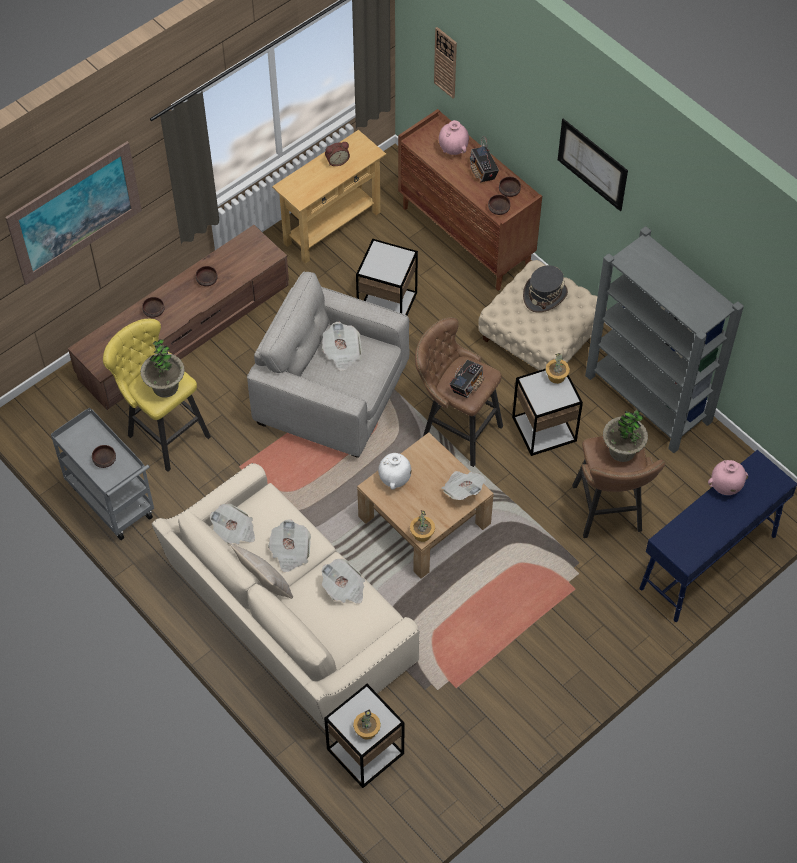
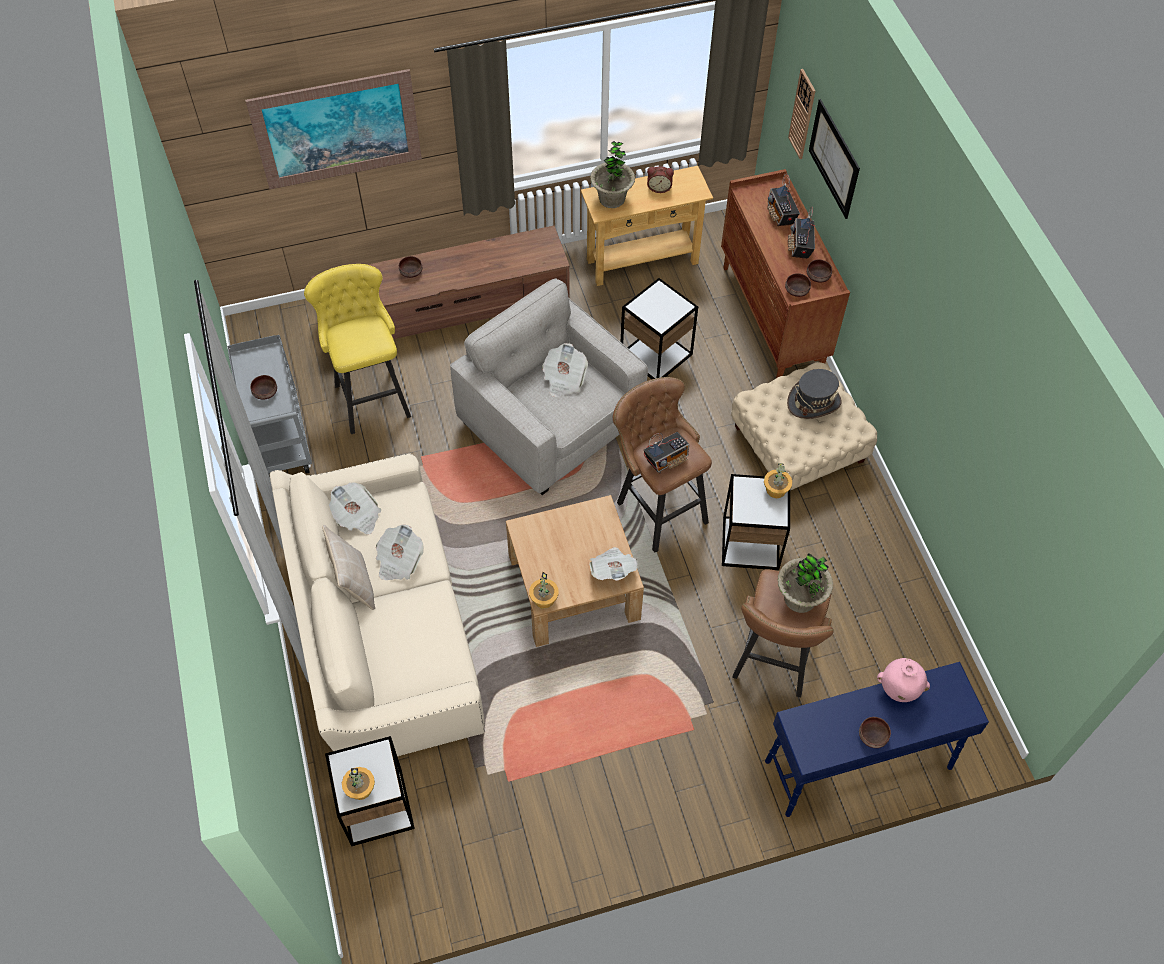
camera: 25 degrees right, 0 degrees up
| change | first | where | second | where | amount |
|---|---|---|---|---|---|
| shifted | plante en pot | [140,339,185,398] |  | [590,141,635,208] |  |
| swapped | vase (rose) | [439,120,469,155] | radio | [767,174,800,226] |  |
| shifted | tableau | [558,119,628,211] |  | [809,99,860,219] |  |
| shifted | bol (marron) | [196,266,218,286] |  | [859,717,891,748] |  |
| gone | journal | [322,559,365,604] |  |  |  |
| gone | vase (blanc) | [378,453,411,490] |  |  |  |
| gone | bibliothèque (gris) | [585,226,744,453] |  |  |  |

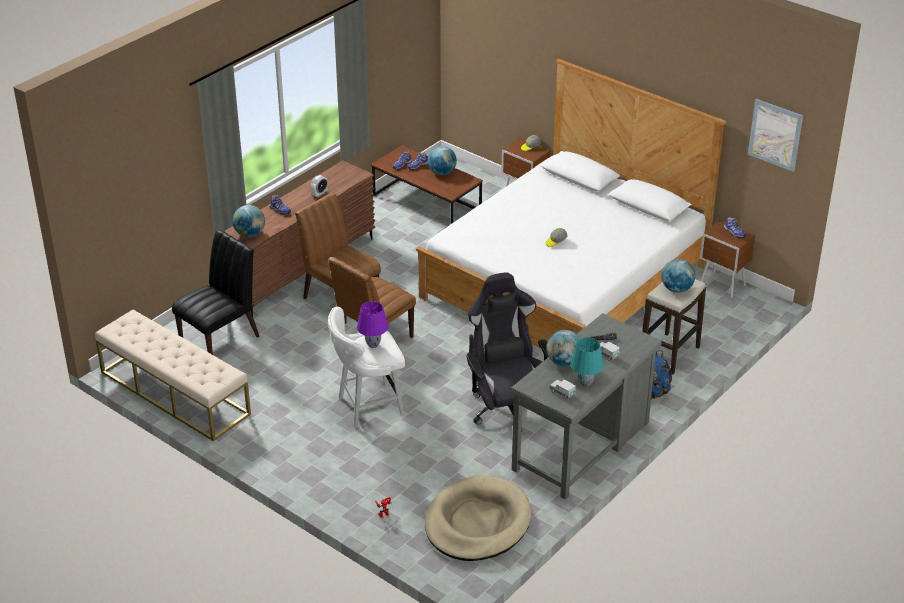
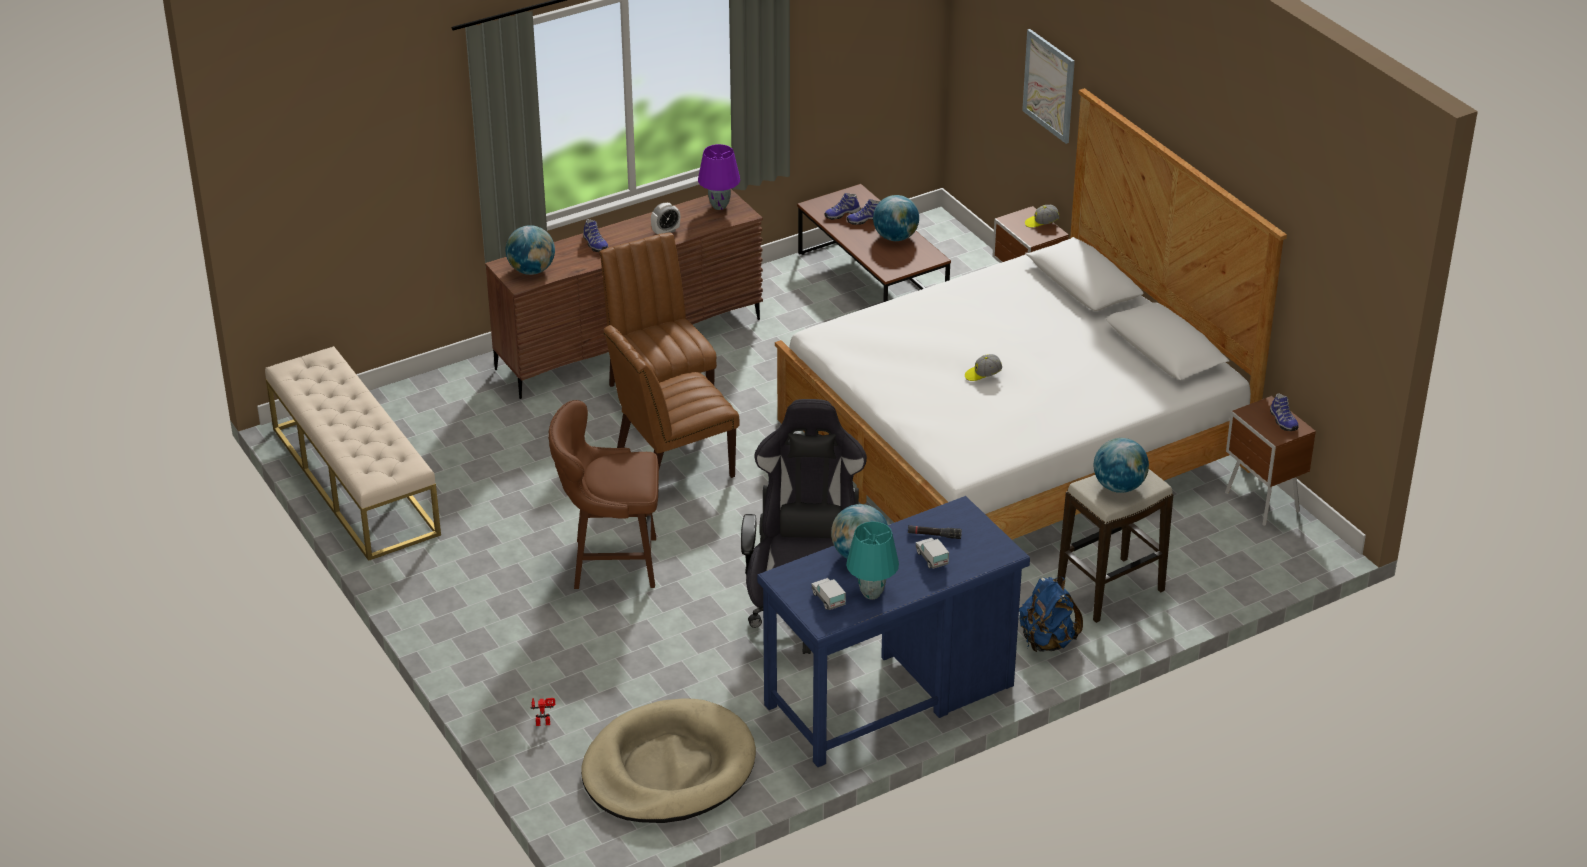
camera: 20 degrees right, 0 degrees up
| change | first | where | second | where | amount |
|---|---|---|---|---|---|
| repainted | tabouret (blanc) | [328,307,405,428] | tabouret (marron) | [548,400,659,589] |  |
| shifted | lampe de table (violet) | [357,301,388,348] |  | [698,144,740,210] |  |
| repainted | bureau (gris) | [510,313,662,499] | bureau (bleu) | [757,496,1030,767] |  |
| shifted | tableau | [748,99,803,172] |  | [1022,29,1075,144] |  |
| gone | chaise (noir) | [172,230,260,355] |  |  |  |

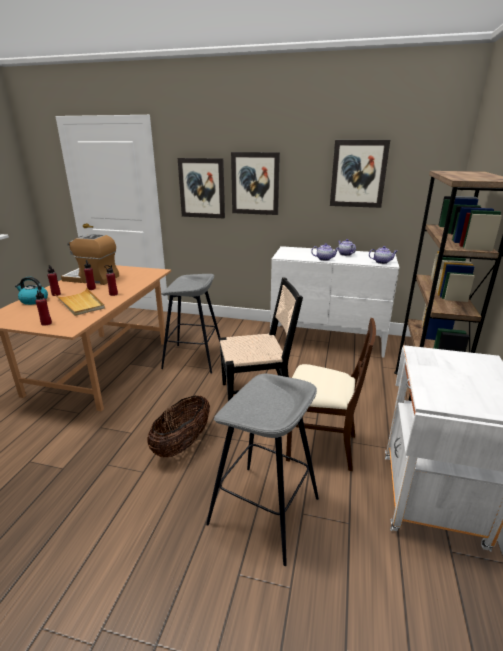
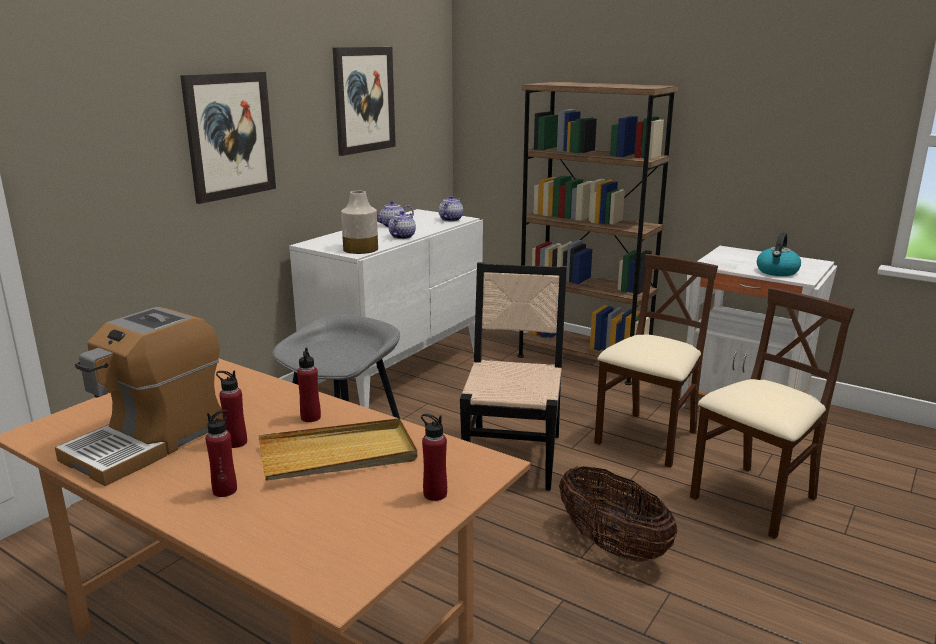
camera: 70 degrees left, 5 degrees down
| change | first | where | second | where | amount |
|---|---|---|---|---|---|
| new |  |  | vase (beige) | [341,191,378,254] |  |
| swapped | tabouret (gris) | [206,374,319,566] | chaise (beige) | [690,287,855,539] |  |
| shifted | bouilloire | [15,277,48,305] |  | [757,232,801,276] |  |
| gone | tableau | [178,158,225,218] |  |  |  |

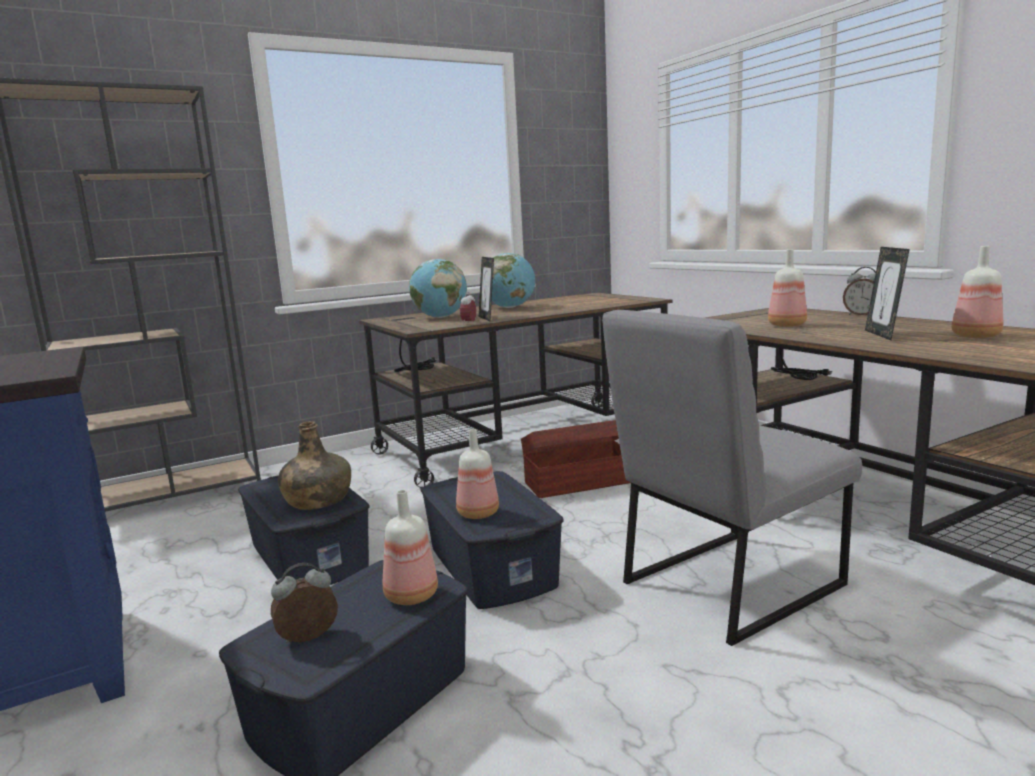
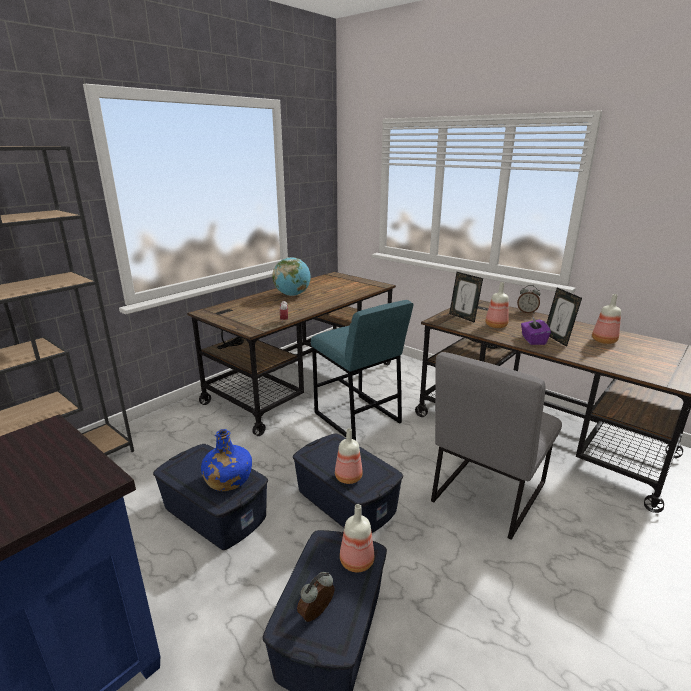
camera: 20 degrees left, 10 degrees up
| change | first | where | second | where | amount |
|---|---|---|---|---|---|
| repainted | bouteille (vert) | [278,421,351,510] | bouteille (bleu) | [201,429,252,491] |  |
| swapped | boîte de rangement (marron) | [521,420,631,498] | tabouret (bleu) | [311,300,413,440] |  |
| shifted | cadre photo | [479,257,494,321] |  | [449,272,483,323] |  |
| new |  |  | boîte à mouchoirs (violet) | [521,316,551,345] |  |
| gone | globe | [409,259,467,318] |  |  |  |

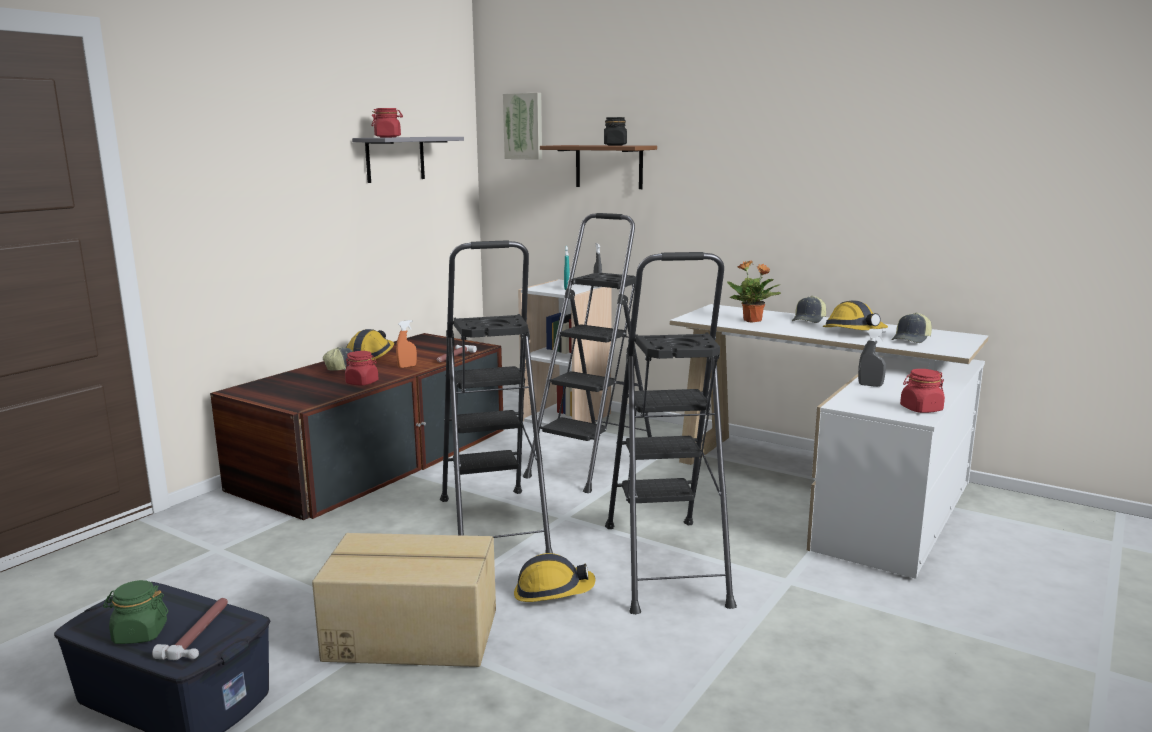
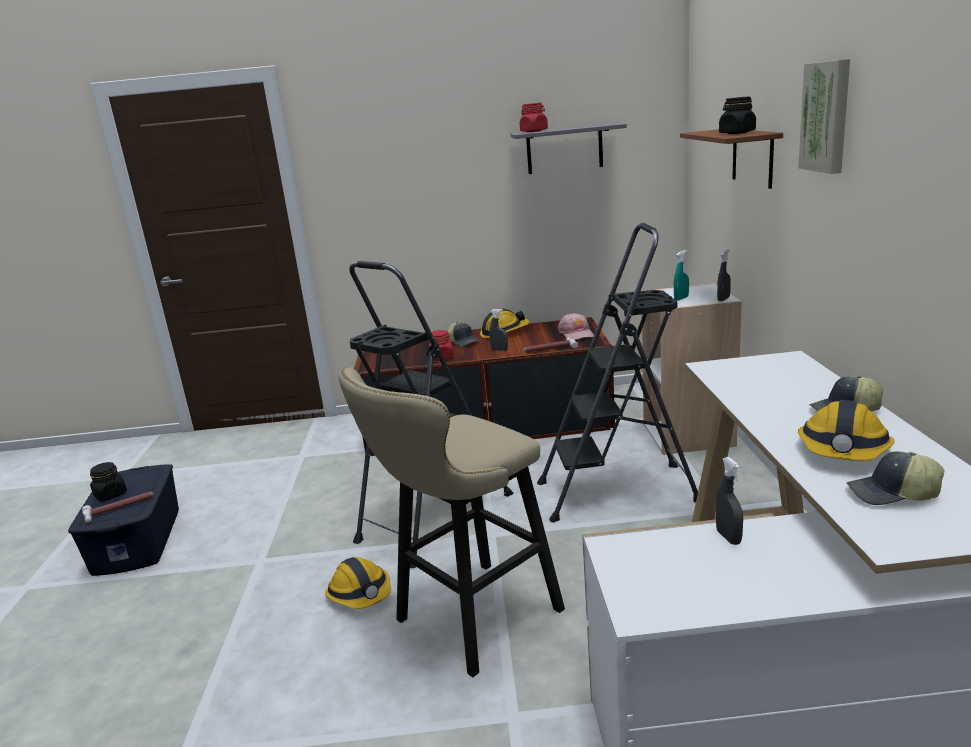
camera: 55 degrees right, 5 degrees up
| change | first | where | second | where | amount |
|---|---|---|---|---|---|
| repainted | bocal (vert) | [103,580,168,644] | bocal (noir) | [90,462,127,502] |  |
| swapped | escabeau | [605,252,737,614] | tabouret (beige) | [339,368,565,678] |  |
| repainted | vaporisateur (orange) | [396,320,417,368] | vaporisateur (gris) | [489,309,508,351] |  |
| new |  |  | casquette (rose) | [558,313,594,340] |  |
| shifted | tableau | [503,93,542,160] |  | [798,59,850,174] |  |
| gone | carton | [312,533,496,667] |  |  |  |
| gone | plante en pot | [727,260,781,323] |  |  |  |
| gone | bocal (rouge) | [900,369,945,413] |  |  |  |

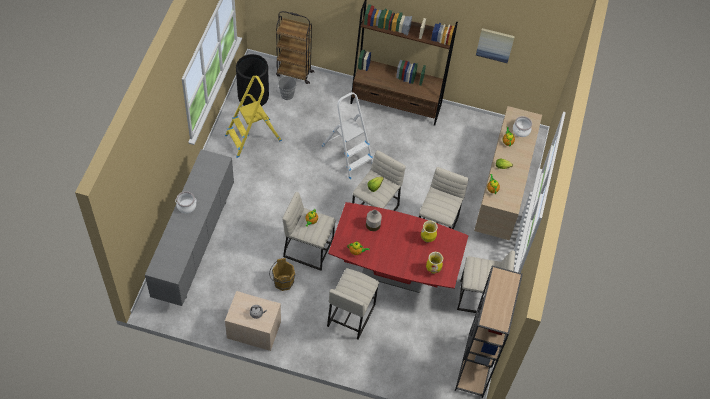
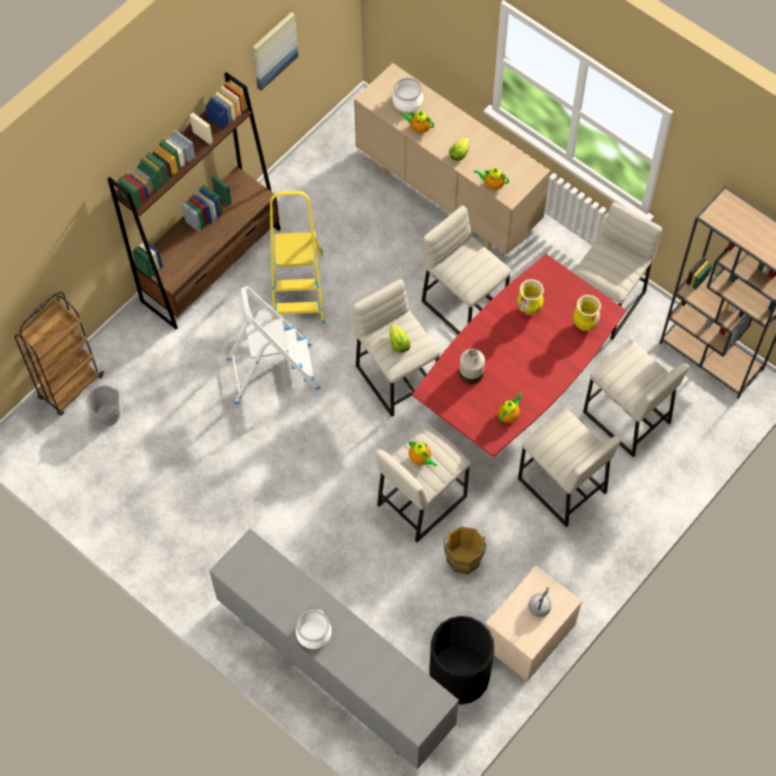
camera: 60 degrees left, 5 degrees up
| change | first | where | second | where | amount |
|---|---|---|---|---|---|
| shifted | escabeau (jaune) | [225,76,282,158] |  | [270,191,325,324] |  |
| shifted | poubelle (noir) | [236,54,269,106] |  | [429,616,494,705] |  |
| new |  |  | tabouret (beige) | [583,340,690,457] |  |

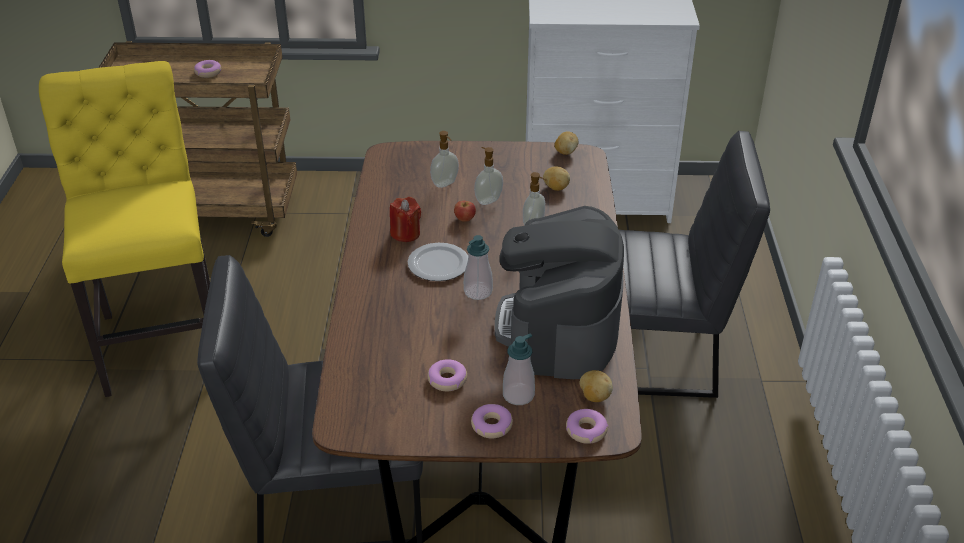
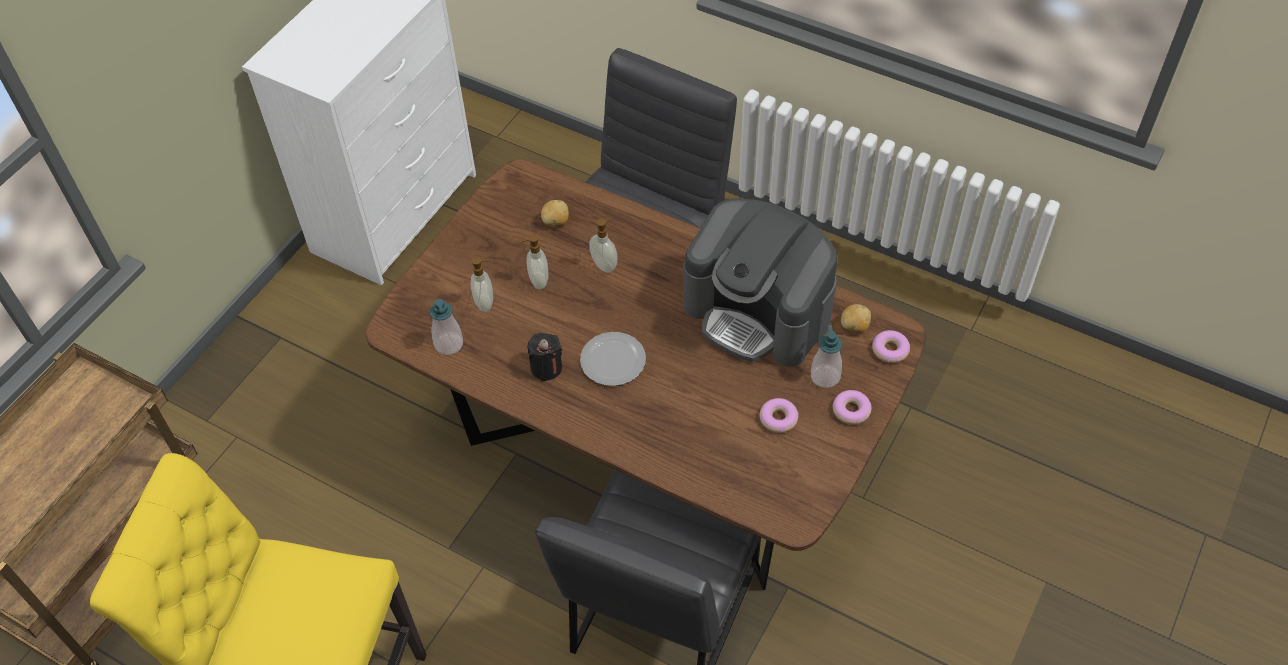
camera: 60 degrees left, 15 degrees up
| change | first | where | second | where | amount |
|---|---|---|---|---|---|
| shifted | distributeur de savon | [464,235,493,300] |  | [430,299,463,355] |  |
| repainted | bougie (rouge) | [390,197,421,242] | bougie (noir) | [528,333,562,381] |  |
| gone | beignet | [194,60,221,78] |  |  |  |
| gone | pomme | [454,201,476,222] |  |  |  |
| gone | pomme de terre | [555,131,579,155] |  |  |  |

